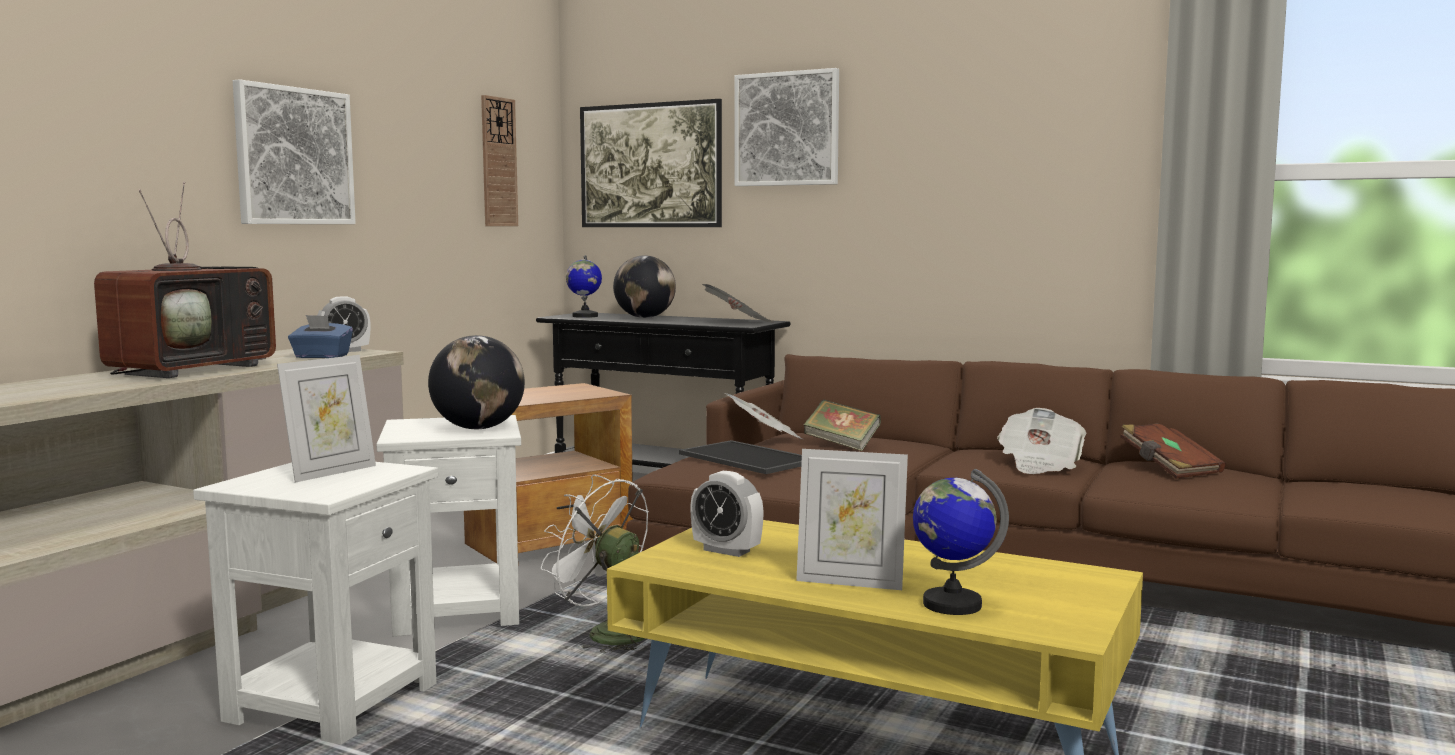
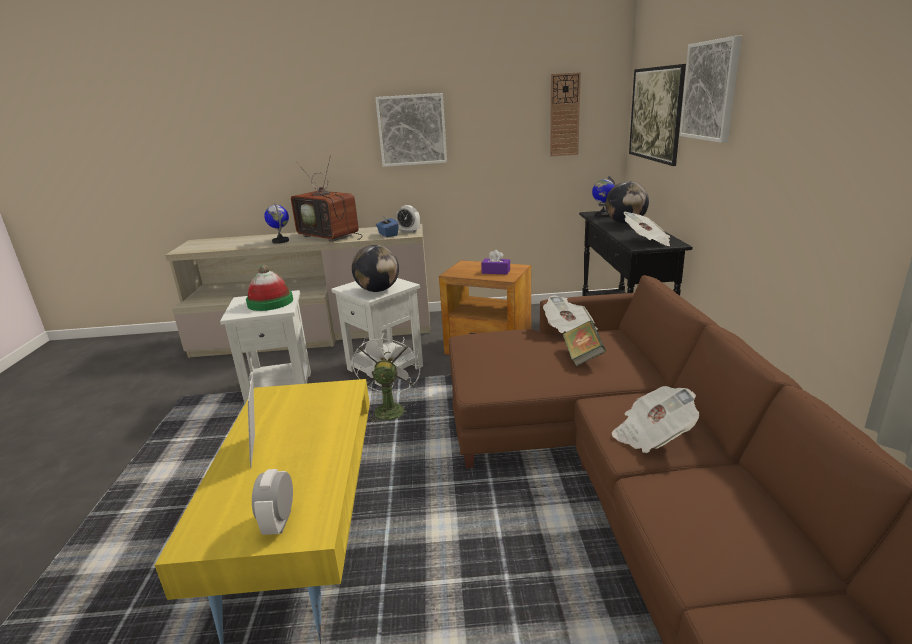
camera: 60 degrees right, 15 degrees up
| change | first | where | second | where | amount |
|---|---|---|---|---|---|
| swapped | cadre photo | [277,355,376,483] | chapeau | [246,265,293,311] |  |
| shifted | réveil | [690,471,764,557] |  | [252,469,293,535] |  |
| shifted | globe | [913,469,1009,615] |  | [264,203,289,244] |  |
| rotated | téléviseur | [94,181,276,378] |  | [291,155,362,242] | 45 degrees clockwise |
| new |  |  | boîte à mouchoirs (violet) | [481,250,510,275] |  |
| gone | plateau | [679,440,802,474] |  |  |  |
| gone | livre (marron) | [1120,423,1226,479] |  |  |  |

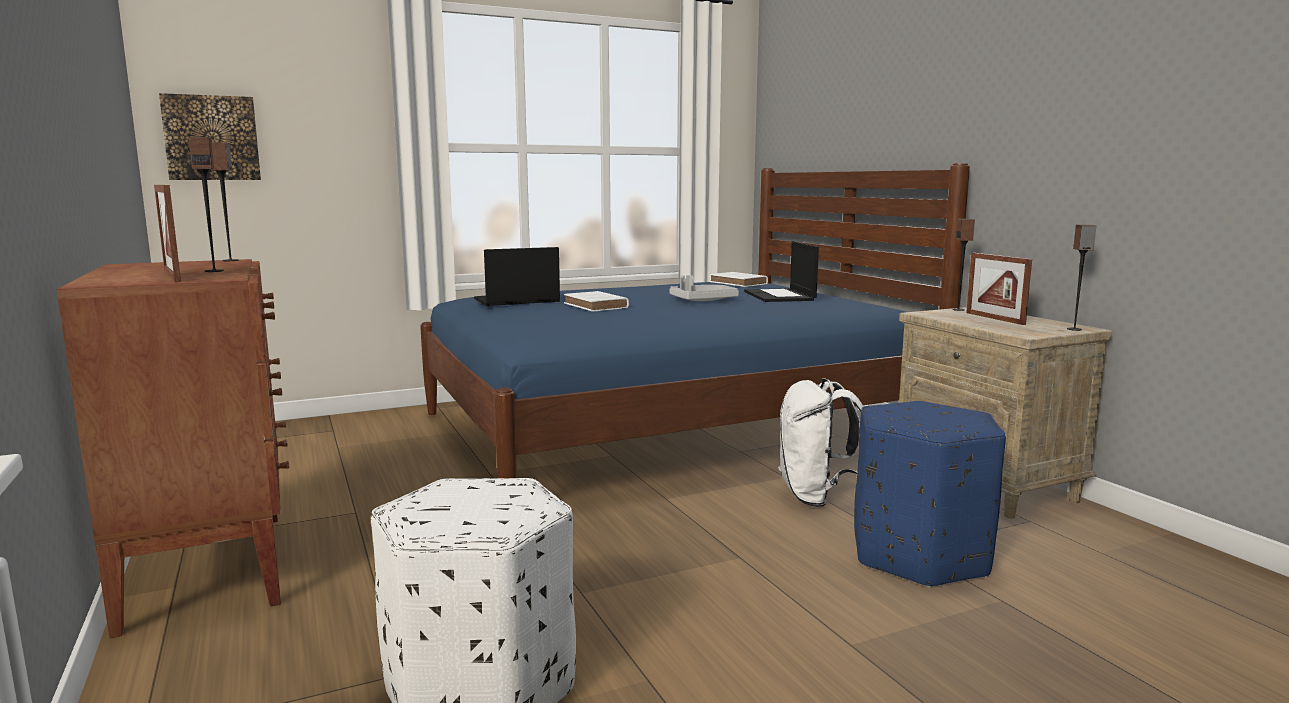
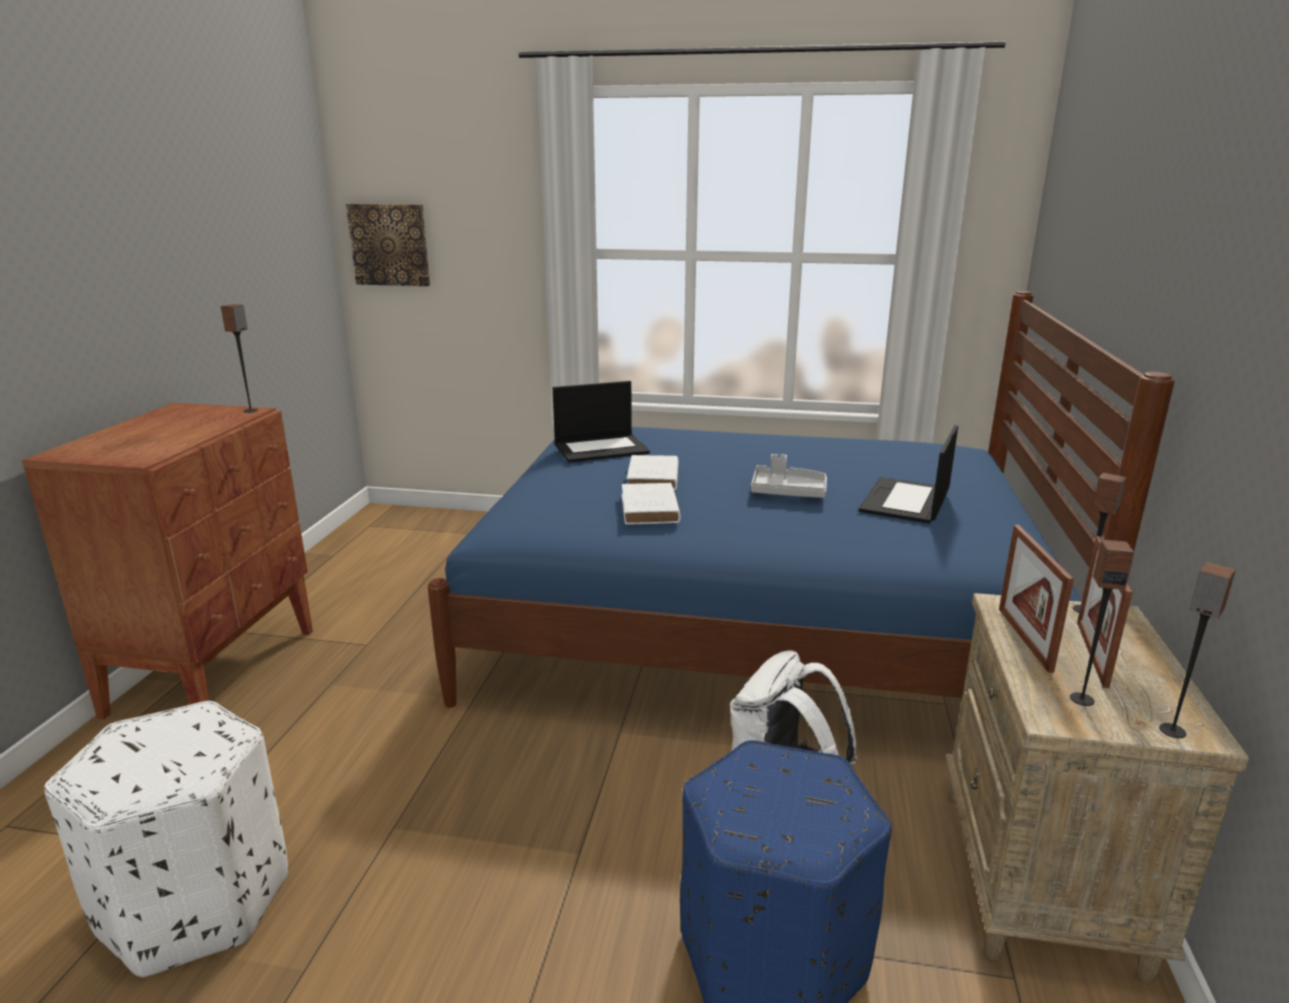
camera: 35 degrees right, 10 degrees up
| change | first | where | second | where | amount |
|---|---|---|---|---|---|
| rotated | ordinateur portable | [474,247,560,306] |  | [553,381,650,463] | 150 degrees clockwise |
| shifted | livre (blanc) | [710,272,768,287] |  | [622,483,681,524] |  |
| shifted | cadre photo | [154,185,181,282] |  | [999,525,1074,673] |  |
| shifted | enceinte | [189,137,224,272] |  | [1070,539,1134,706] |  |

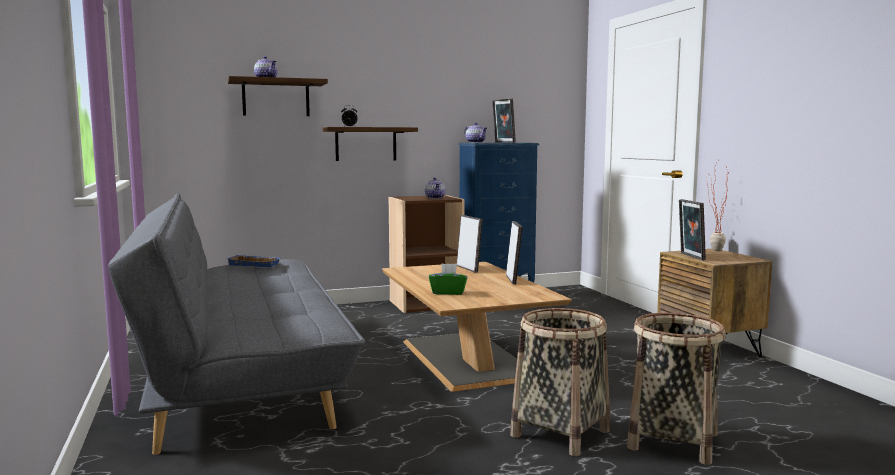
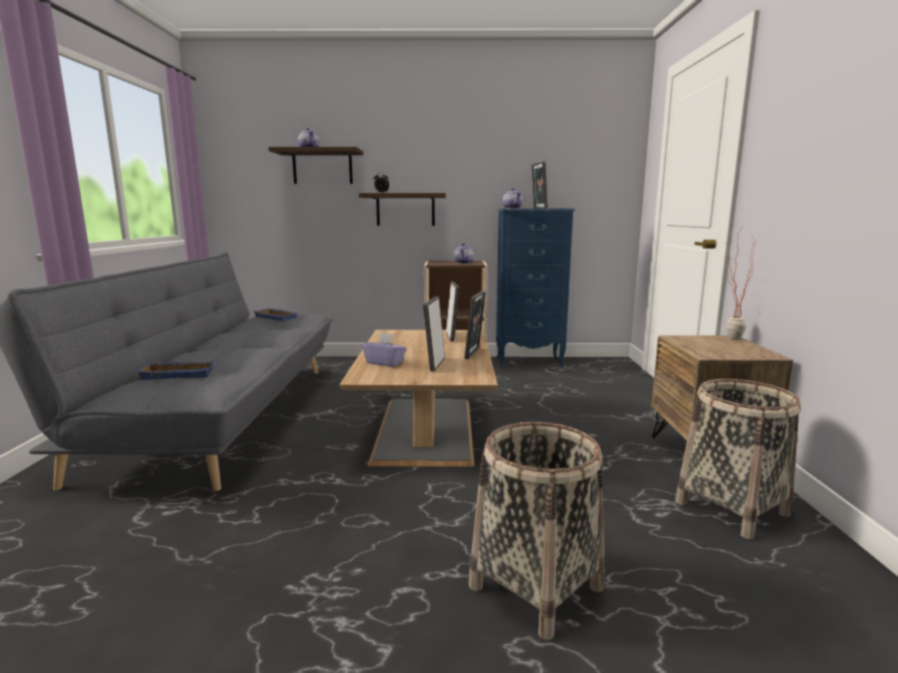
camera: 20 degrees right, 5 degrees up
| change | first | where | second | where | amount |
|---|---|---|---|---|---|
| new |  |  | plateau (bleu) | [136,361,217,380] |  |
| repainted | boîte à mouchoirs (vert) | [429,263,468,295] | boîte à mouchoirs (violet) | [362,332,406,367] |  |
| shifted | cadre photo | [679,199,706,260] |  | [423,296,445,372] |  |
| shifted | panier | [510,308,610,456] |  | [675,379,801,539] |  |

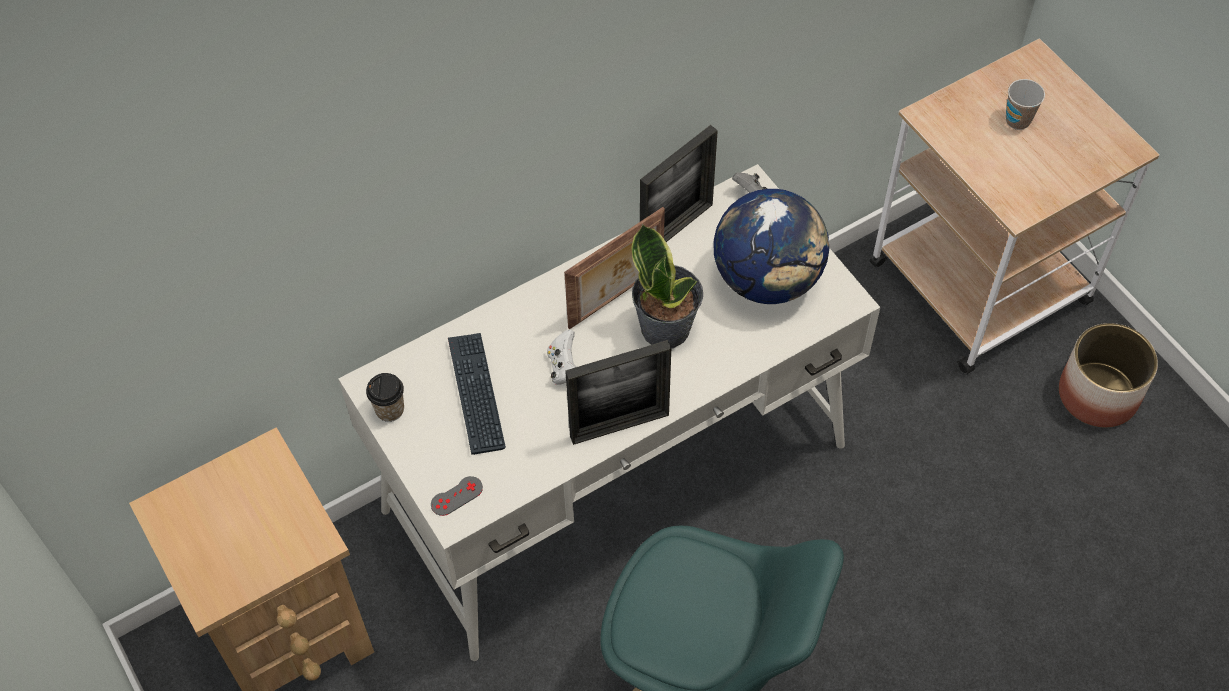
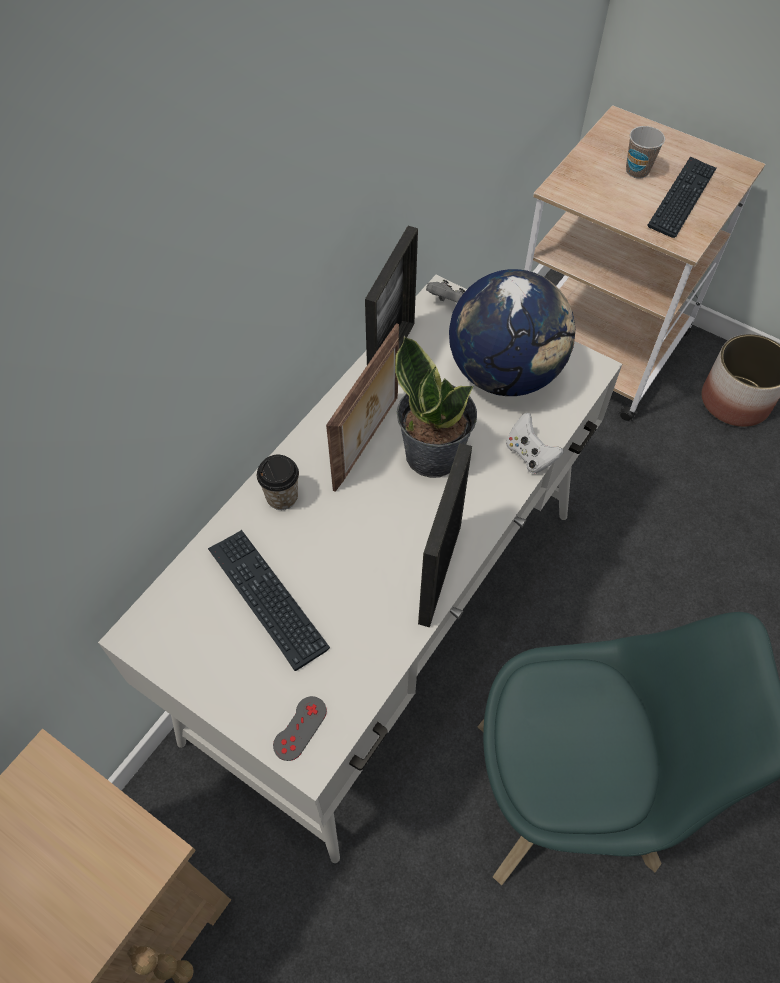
camera: 25 degrees left, 0 degrees up
| change | first | where | second | where | amount |
|---|---|---|---|---|---|
| shifted | tasse | [366,373,404,422] |  | [257,455,299,510] |  |
| rotated | cadre photo | [565,340,671,445] |  | [418,443,472,627] | 150 degrees clockwise |
| shifted | manette (blanc) | [547,329,576,385] |  | [506,413,564,474] |  |
| new |  |  | clavier | [647,156,717,238] |  |

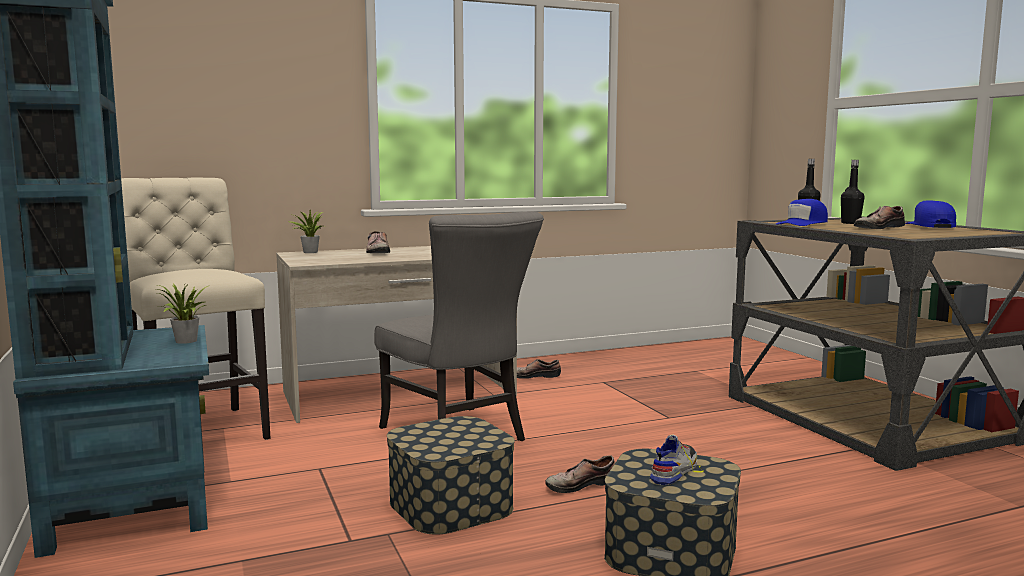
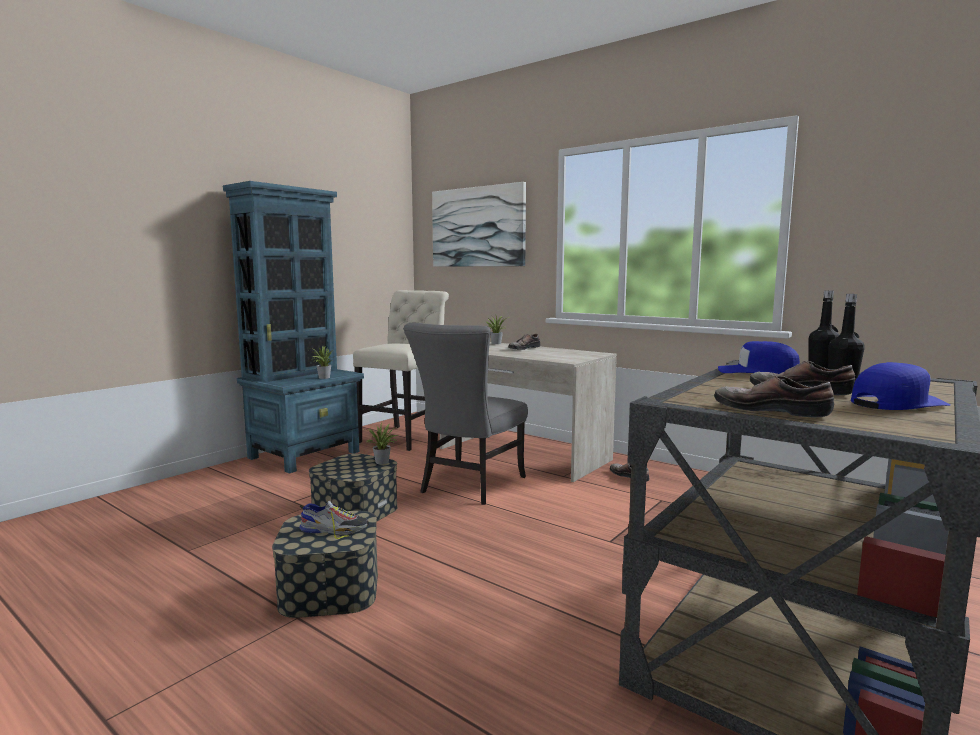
camera: 60 degrees right, 0 degrees up
| change | first | where | second | where | amount |
|---|---|---|---|---|---|
| new |  |  | plante en pot | [365,422,399,464] |  |
| new |  |  | tableau | [432,182,526,267] |  |
| shifted | chaussure | [545,455,615,493] |  | [714,376,834,418] |  |

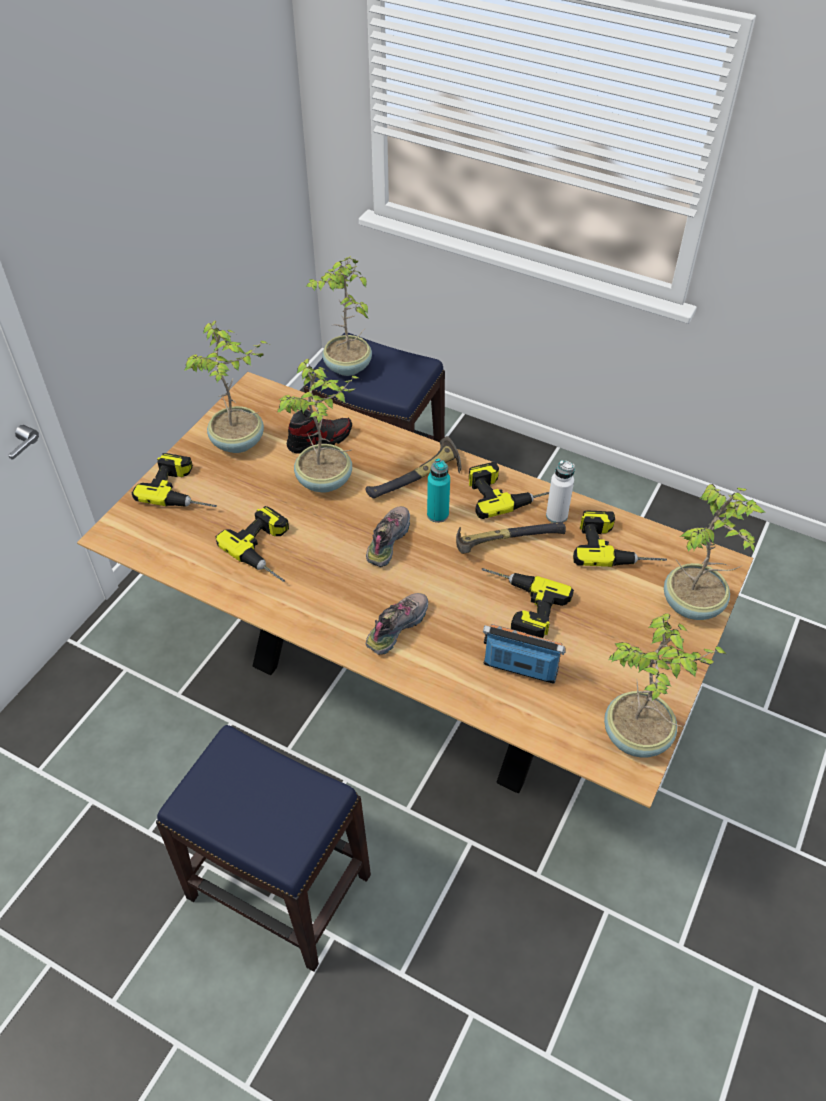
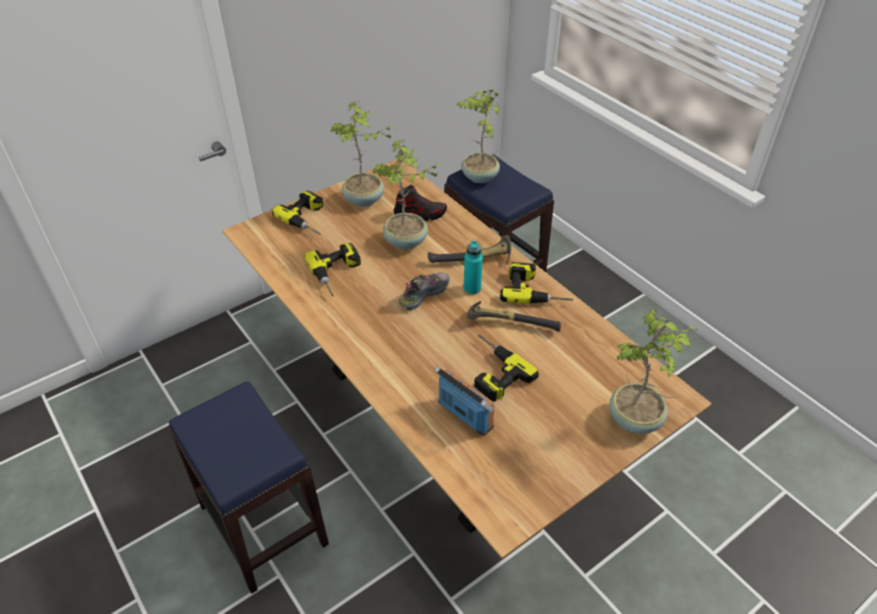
camera: 25 degrees right, 5 degrees down
| change | first | where | second | where | amount |
|---|---|---|---|---|---|
| gone | chaussure | [366,593,428,655] |  |  |  |
| gone | bouteille (blanc) | [546,460,575,523] |  |  |  |
| gone | perceuse | [573,510,667,567] |  |  |  |
| gone | plante en pot | [604,613,727,758] |  |  |  |

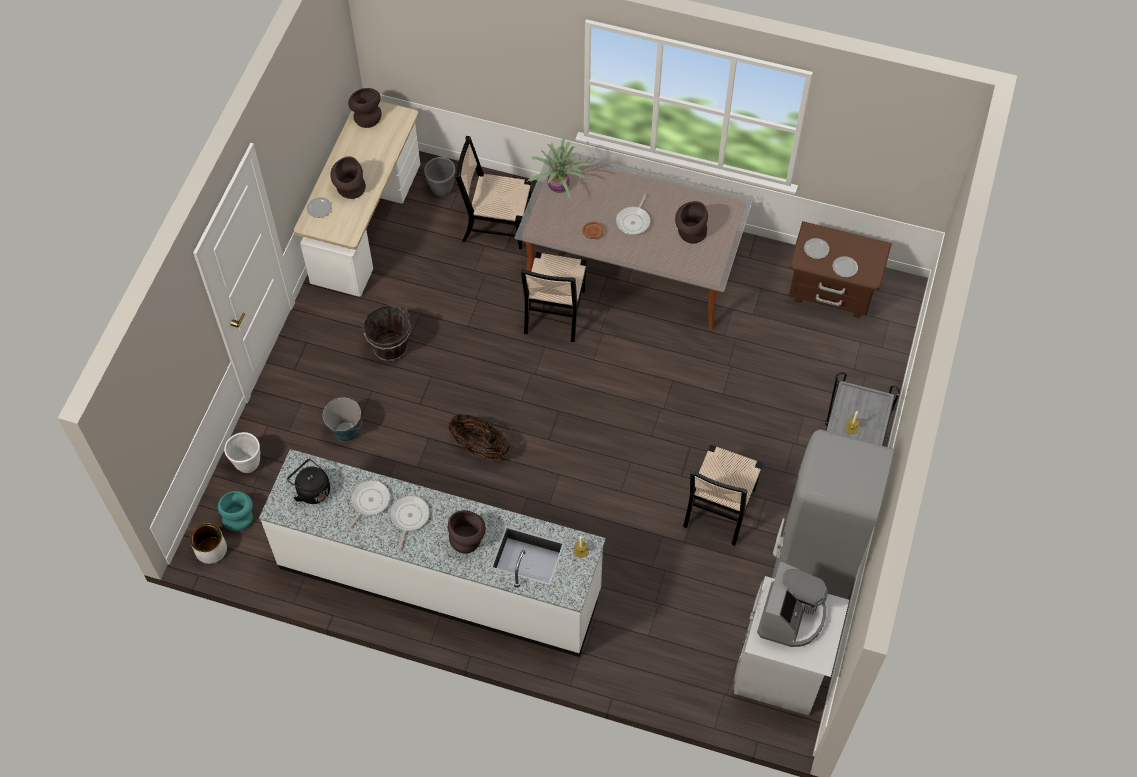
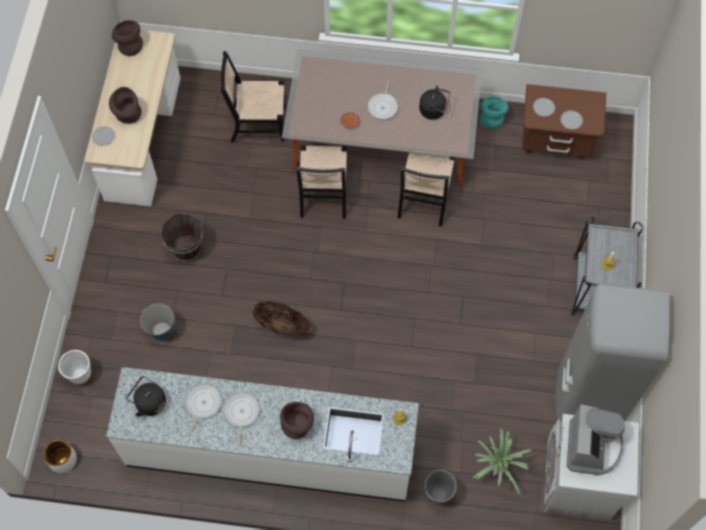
camera: 10 degrees left, 5 degrees up
| change | first | where | second | where | amount |
|---|---|---|---|---|---|
| shifted | chaise | [683,445,763,546] |  | [397,152,455,227] |  |
| swapped | vase (marron) | [675,201,708,243] | bouilloire (noir) | [419,86,450,120] |  |
| shifted | cache-pot (gris) | [424,157,455,197] |  | [424,470,457,504] |  |
| shifted | plante en pot | [528,136,594,202] |  | [473,428,531,495] |  |
| shifted | vase (turquoise) | [218,491,253,531] |  | [480,96,509,129] |  |

